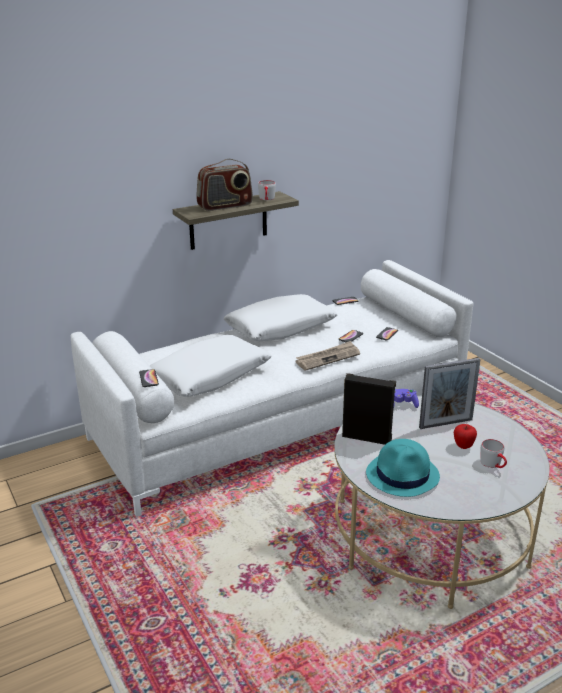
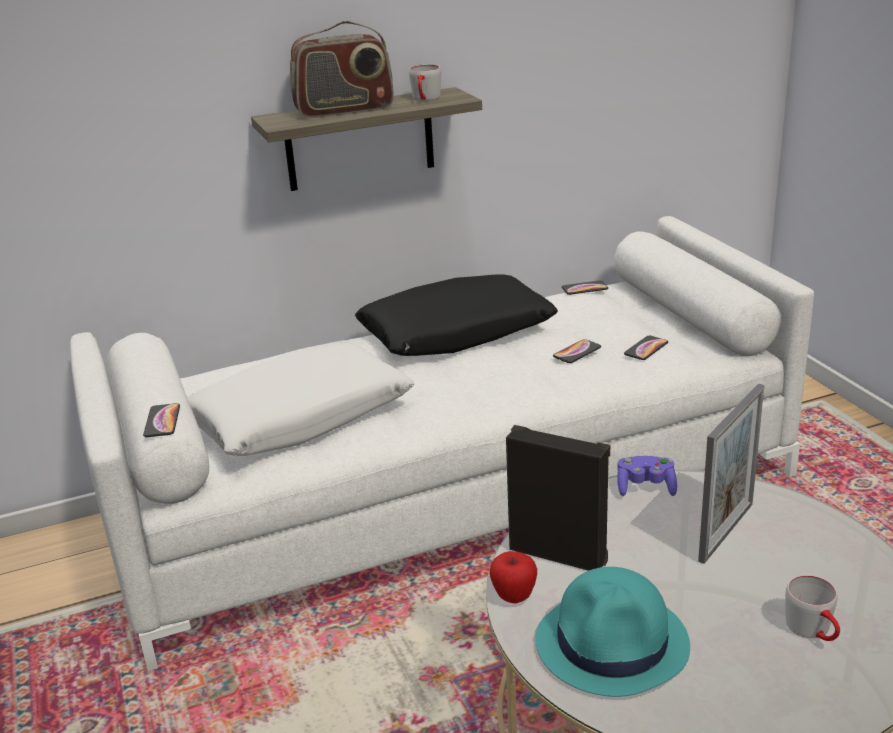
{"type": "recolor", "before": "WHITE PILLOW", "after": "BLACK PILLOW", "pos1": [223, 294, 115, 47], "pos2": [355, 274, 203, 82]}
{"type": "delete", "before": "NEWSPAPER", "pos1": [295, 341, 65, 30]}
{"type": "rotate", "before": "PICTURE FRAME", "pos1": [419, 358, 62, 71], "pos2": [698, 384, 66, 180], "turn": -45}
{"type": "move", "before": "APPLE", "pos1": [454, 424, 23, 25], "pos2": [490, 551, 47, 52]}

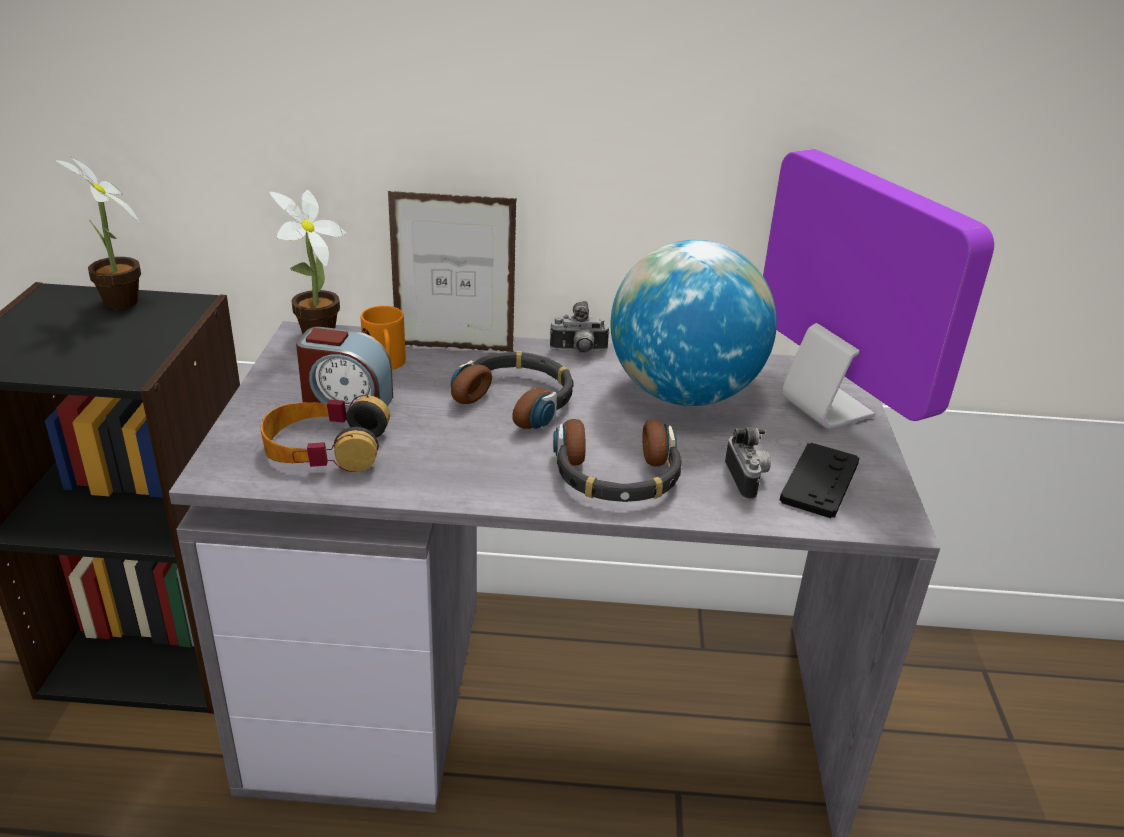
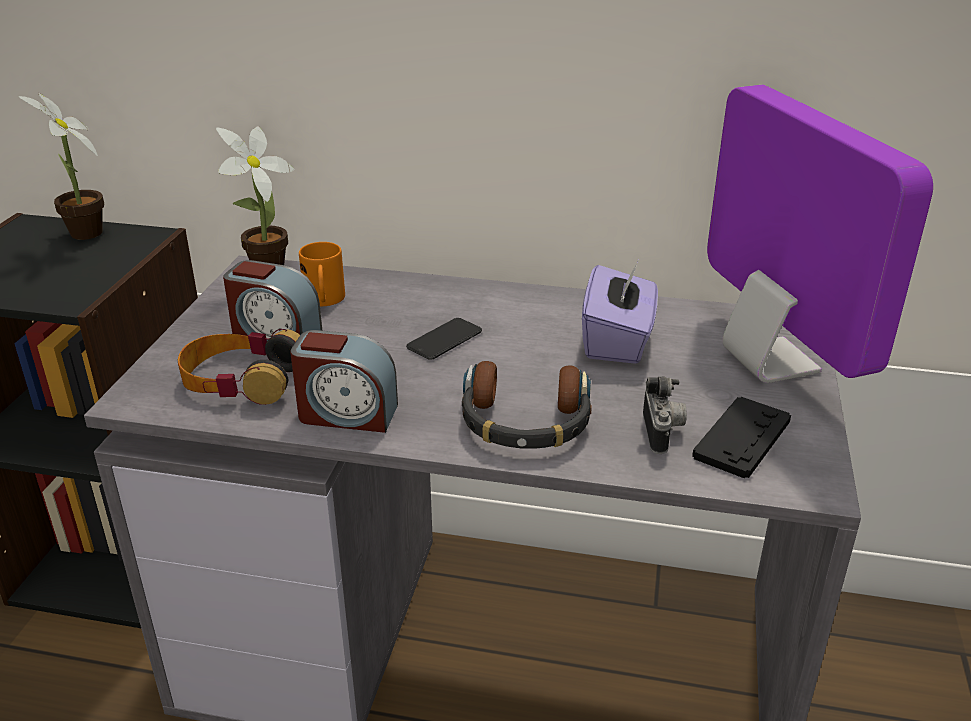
{"type": "delete", "before": "PICTURE FRAME", "pos1": [388, 191, 129, 161]}
{"type": "replace", "before": "GLOBE", "after": "PURPLE TISSUE BOX", "pos1": [611, 240, 166, 166], "pos2": [582, 263, 76, 101]}
{"type": "delete", "before": "PHOTO CAMERA", "pos1": [550, 301, 60, 52]}
{"type": "replace", "before": "HEADPHONES", "after": "PHONE", "pos1": [451, 351, 122, 78], "pos2": [406, 318, 76, 42]}
{"type": "insert", "after": "ALARM CLOCK", "pos2": [290, 330, 108, 103]}

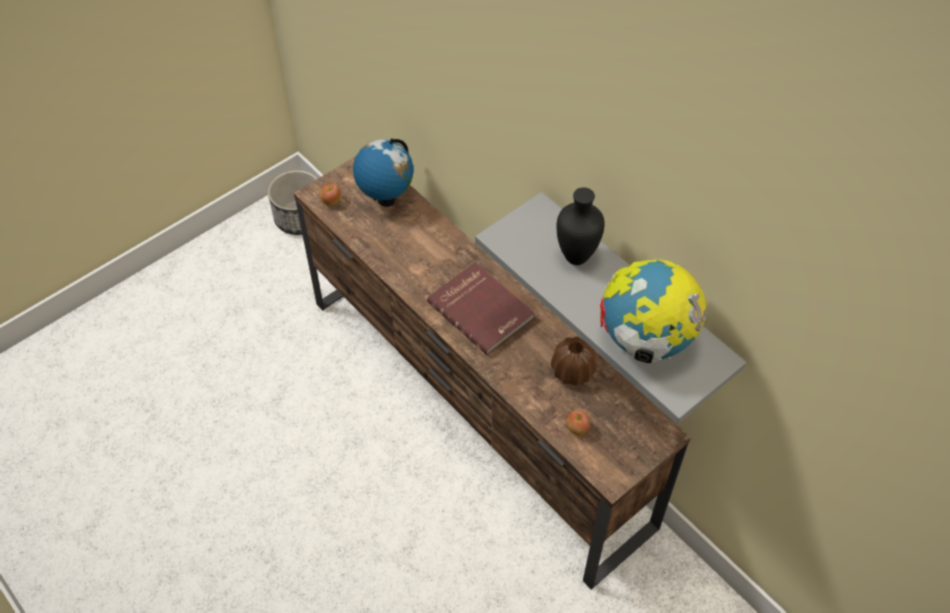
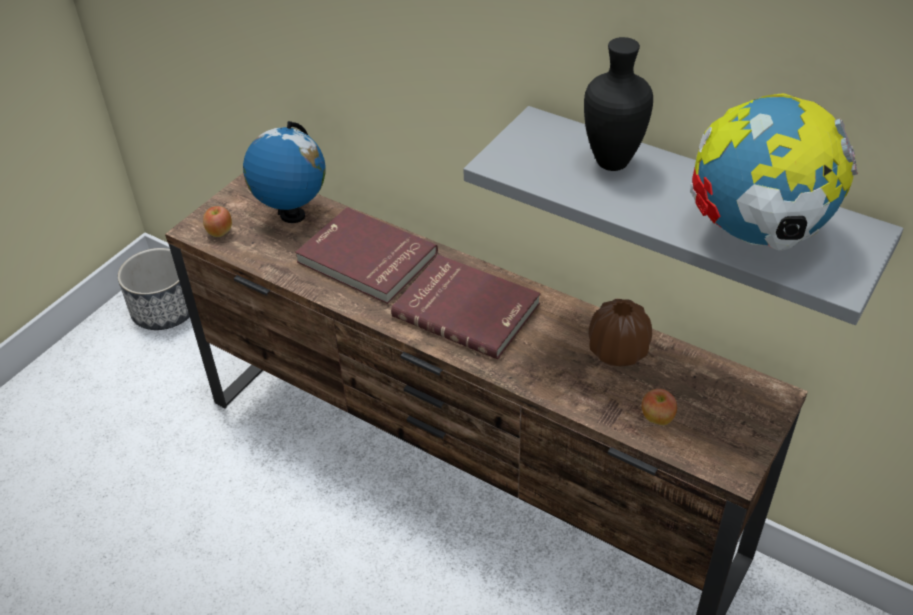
{"type": "insert", "after": "RED BOOK", "pos2": [295, 207, 143, 97]}

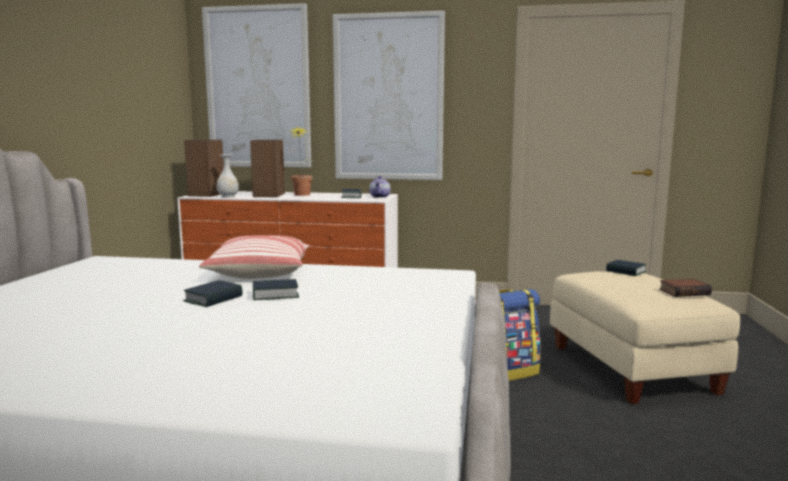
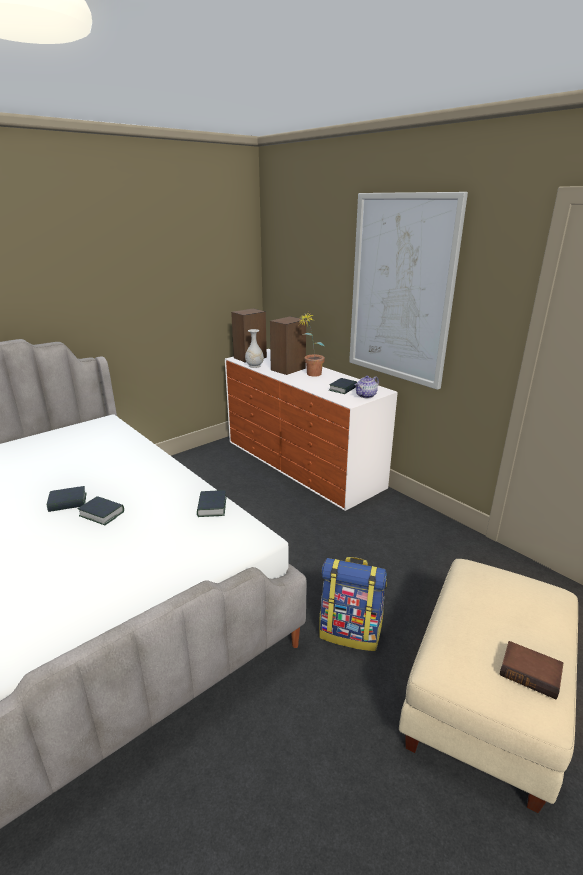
{"type": "delete", "before": "PICTURE", "pos1": [202, 3, 109, 165]}
{"type": "delete", "before": "PILLOW", "pos1": [199, 235, 111, 44]}
{"type": "move", "before": "BOOK", "pos1": [606, 260, 41, 16], "pos2": [197, 490, 30, 27]}

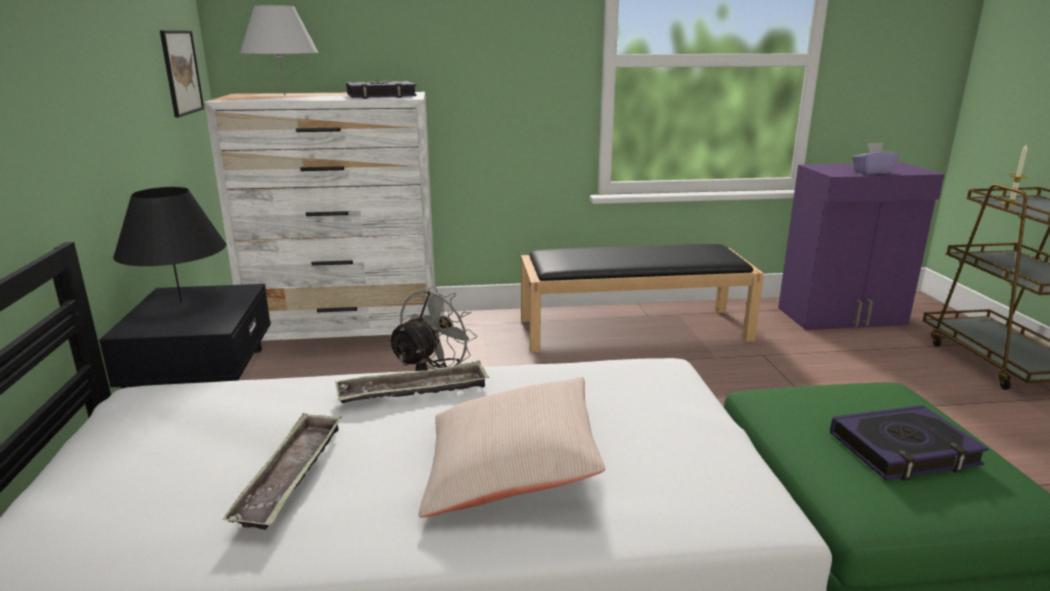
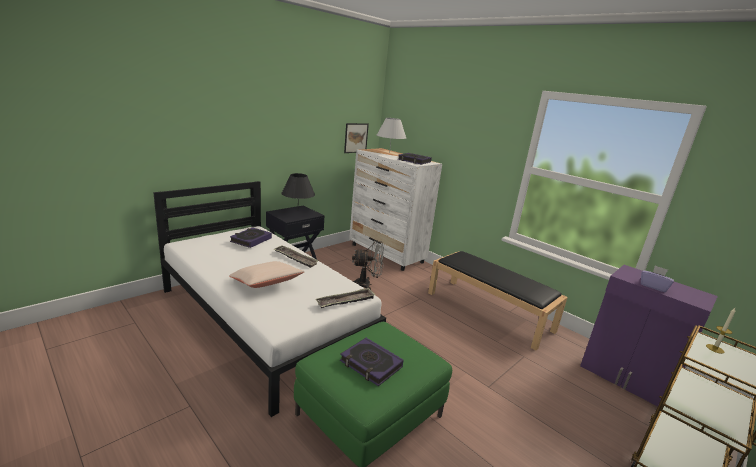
{"type": "move", "before": "TRAY", "pos1": [222, 413, 119, 117], "pos2": [315, 288, 61, 20]}
{"type": "insert", "after": "BOOK", "pos2": [230, 227, 42, 21]}

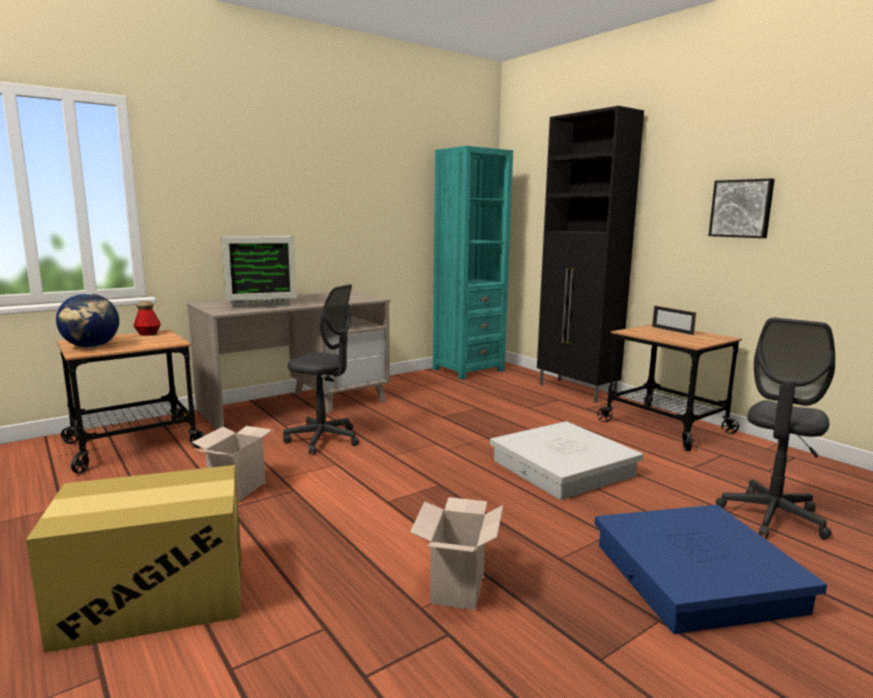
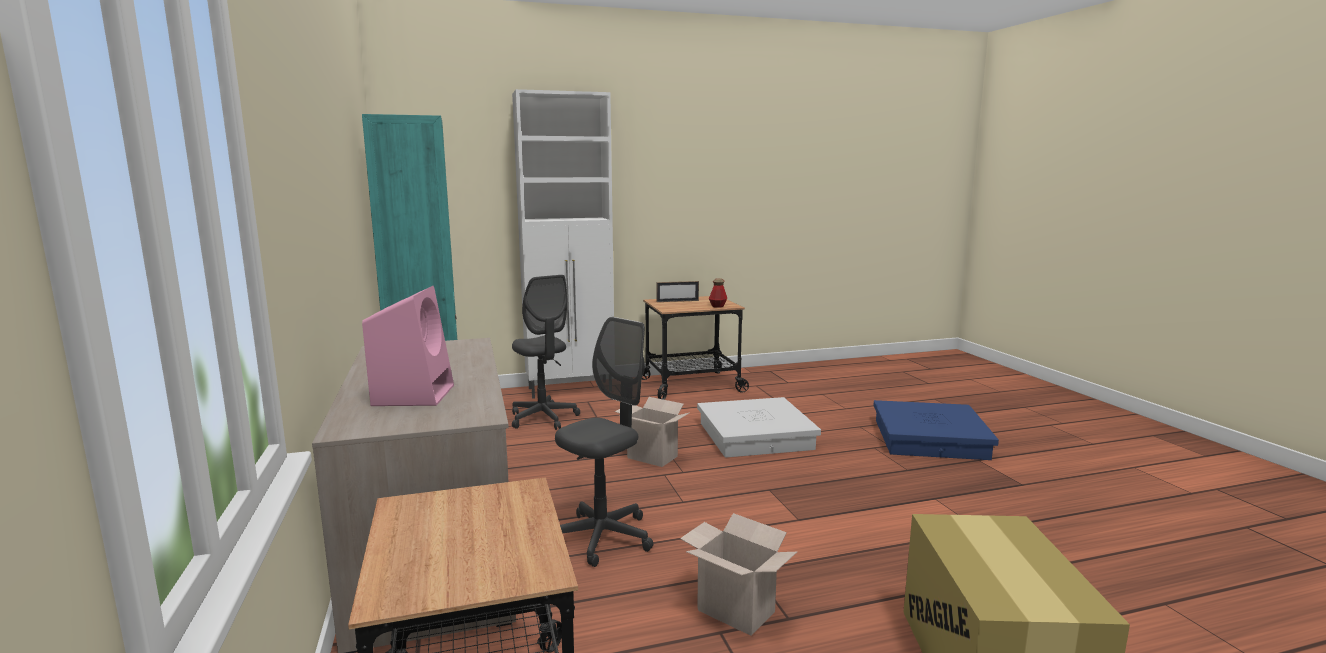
{"type": "recolor", "before": "BLACK CABINET", "after": "WHITE CABINET", "pos1": [537, 106, 107, 297], "pos2": [512, 89, 102, 310]}
{"type": "delete", "before": "PICTURE", "pos1": [708, 178, 67, 60]}
{"type": "replace", "before": "MONITOR", "after": "PINK SPEAKER", "pos1": [221, 236, 76, 72], "pos2": [362, 286, 92, 120]}
{"type": "delete", "before": "GLOBE", "pos1": [56, 293, 63, 55]}
{"type": "move", "before": "BOTTLE", "pos1": [133, 301, 28, 35], "pos2": [709, 278, 18, 30]}
{"type": "move", "before": "GREY OFFICE CHAIR", "pos1": [716, 317, 119, 223], "pos2": [512, 275, 68, 155]}
{"type": "move", "before": "CARDBOARD BOX", "pos1": [410, 497, 93, 113], "pos2": [615, 397, 74, 70]}

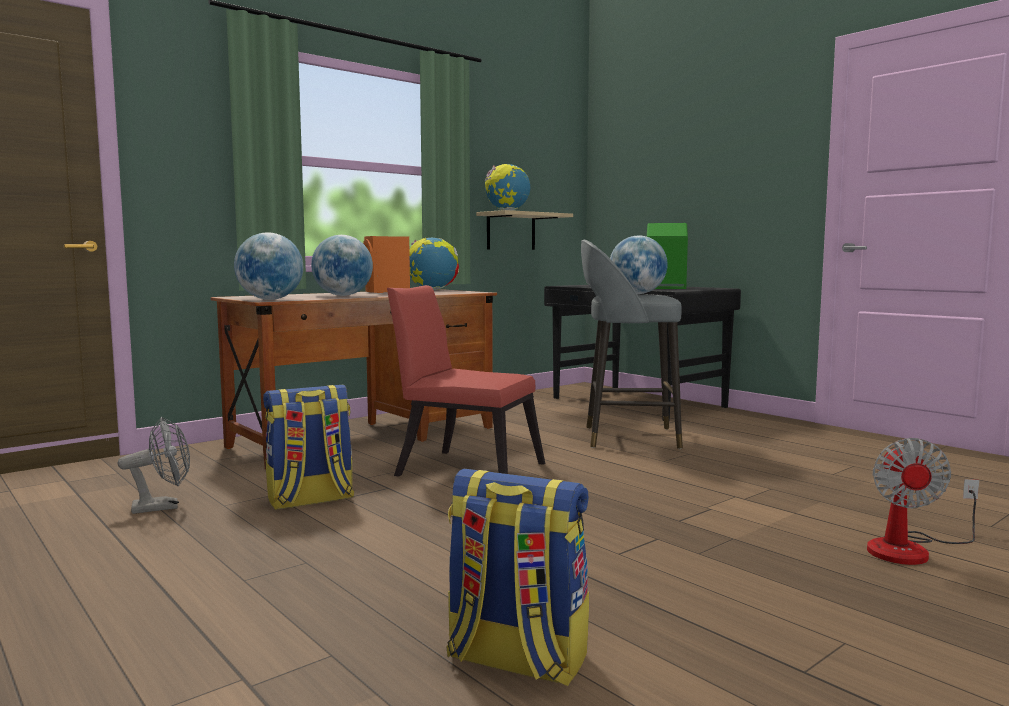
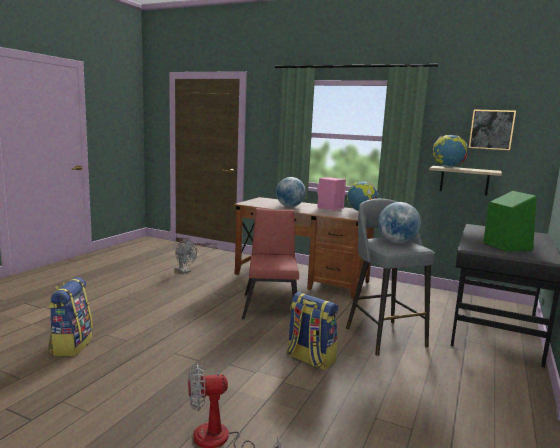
{"type": "delete", "before": "GLOBE", "pos1": [234, 232, 69, 68]}
{"type": "recolor", "before": "ORANGE SPEAKER", "after": "PINK SPEAKER", "pos1": [363, 236, 47, 57], "pos2": [317, 177, 29, 34]}
{"type": "move", "before": "BACKPACK", "pos1": [263, 385, 91, 125], "pos2": [287, 292, 51, 78]}
{"type": "insert", "after": "PICTURE", "pos2": [469, 109, 47, 41]}

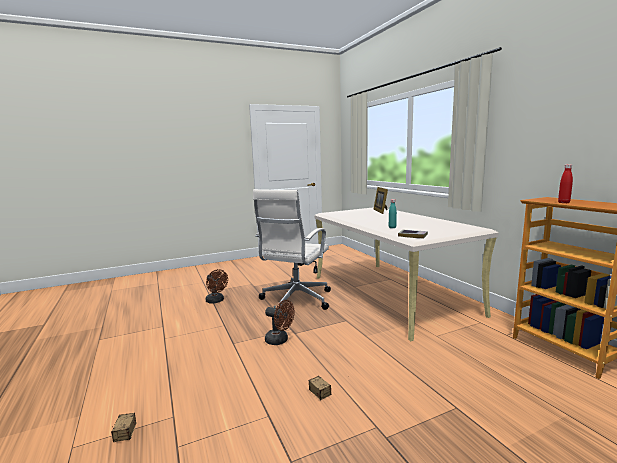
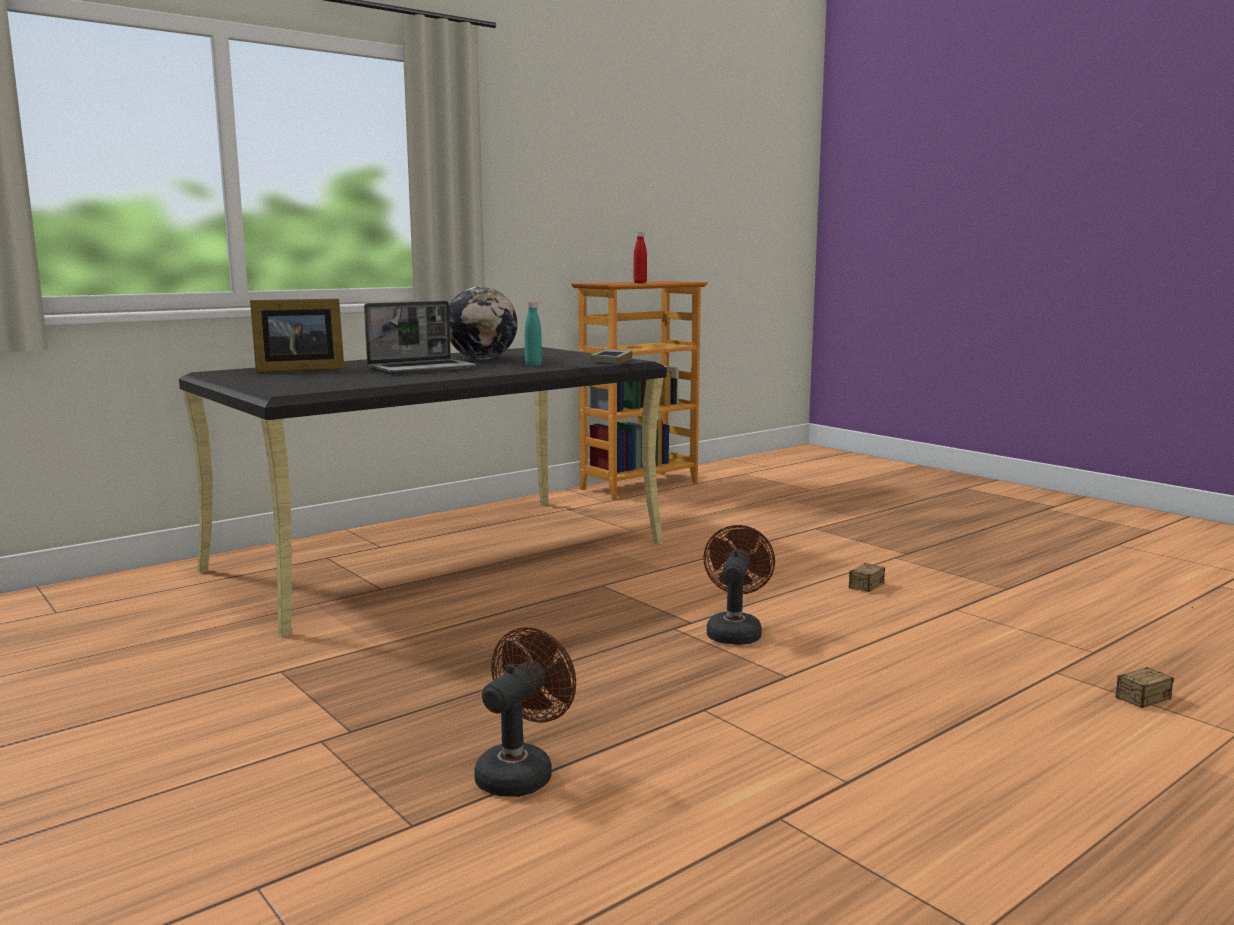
{"type": "delete", "before": "WHITE OFFICE CHAIR", "pos1": [253, 189, 78, 121]}
{"type": "recolor", "before": "BEIGE DESK", "after": "BLACK DESK", "pos1": [314, 207, 185, 134], "pos2": [179, 347, 488, 290]}
{"type": "insert", "after": "GLOBE", "pos2": [449, 286, 68, 73]}
{"type": "insert", "after": "LAPTOP", "pos2": [364, 301, 112, 73]}

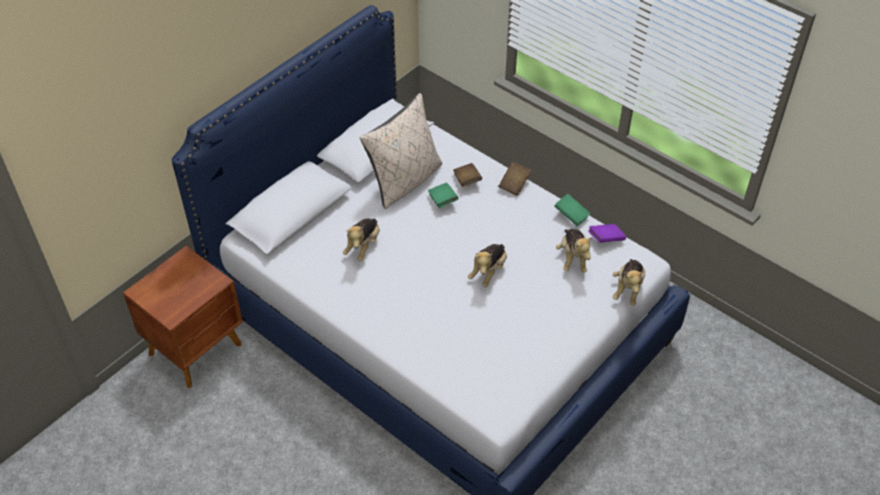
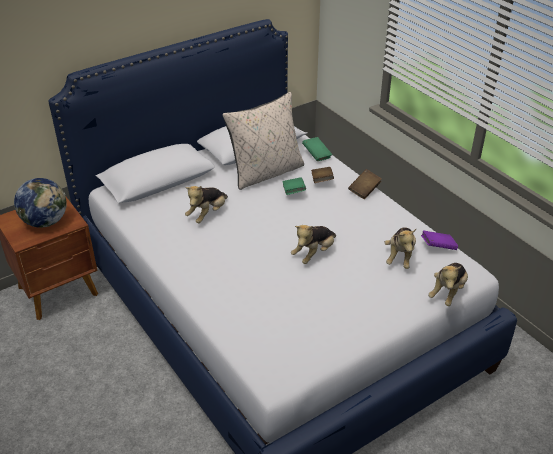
{"type": "move", "before": "GREEN BOOK", "pos1": [554, 194, 36, 32], "pos2": [302, 137, 30, 24]}
{"type": "insert", "after": "GLOBE", "pos2": [14, 178, 53, 50]}

